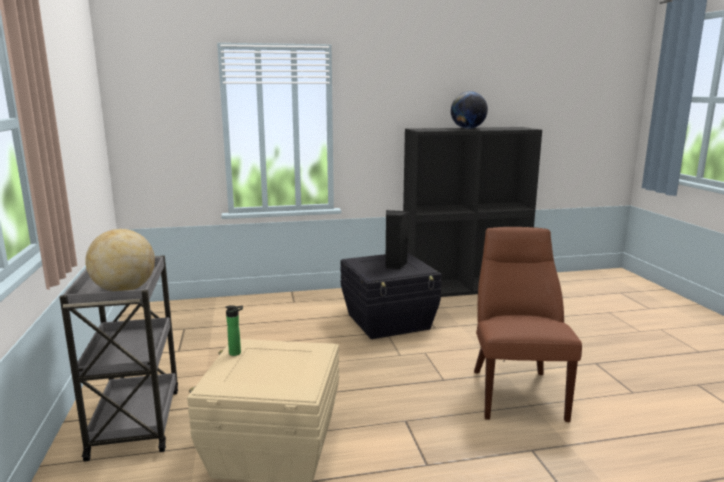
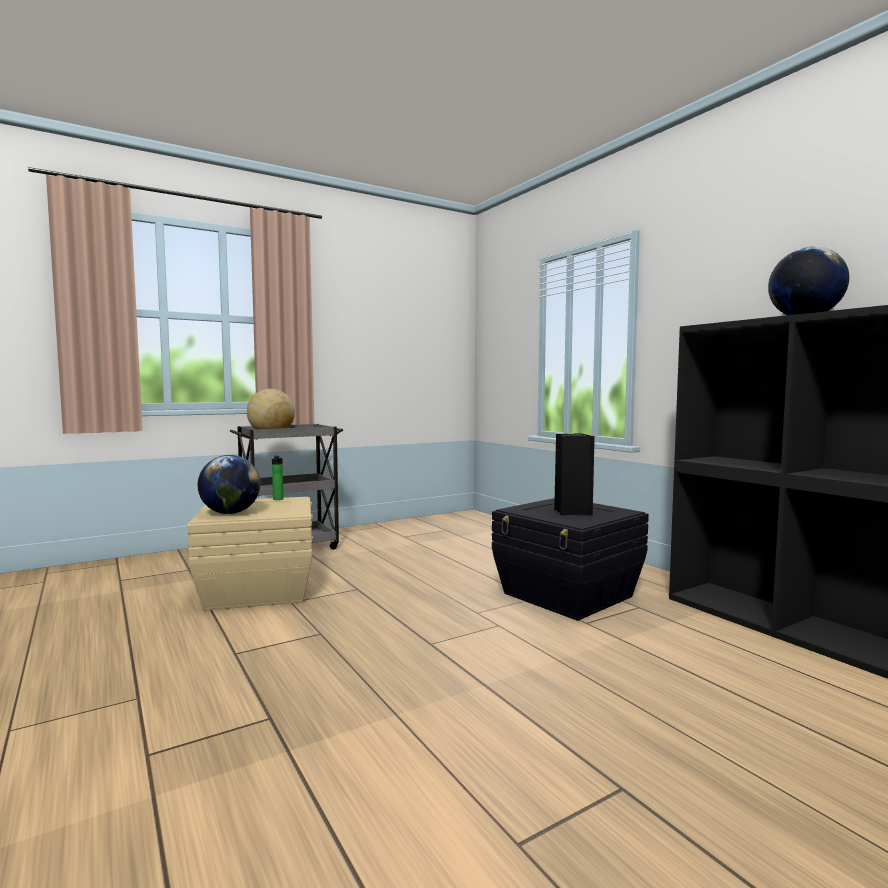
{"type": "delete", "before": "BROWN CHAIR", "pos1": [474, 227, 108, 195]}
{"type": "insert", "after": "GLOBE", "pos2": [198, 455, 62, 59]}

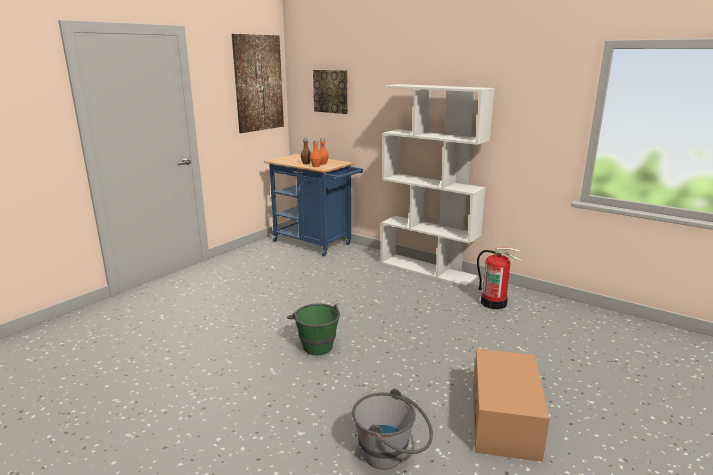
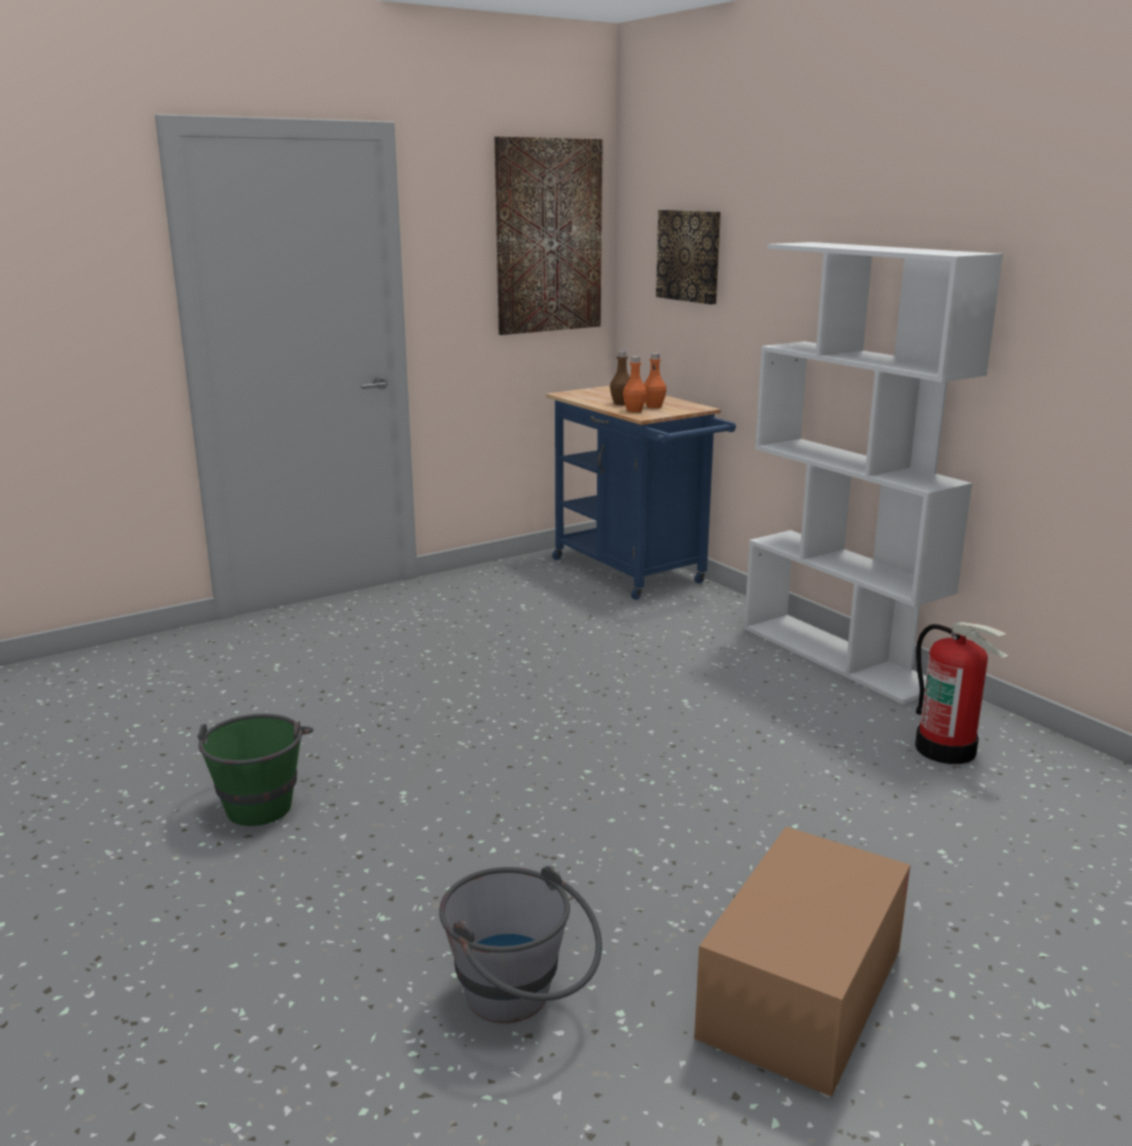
{"type": "move", "before": "GREEN BUCKET", "pos1": [287, 303, 53, 52], "pos2": [197, 714, 116, 112]}

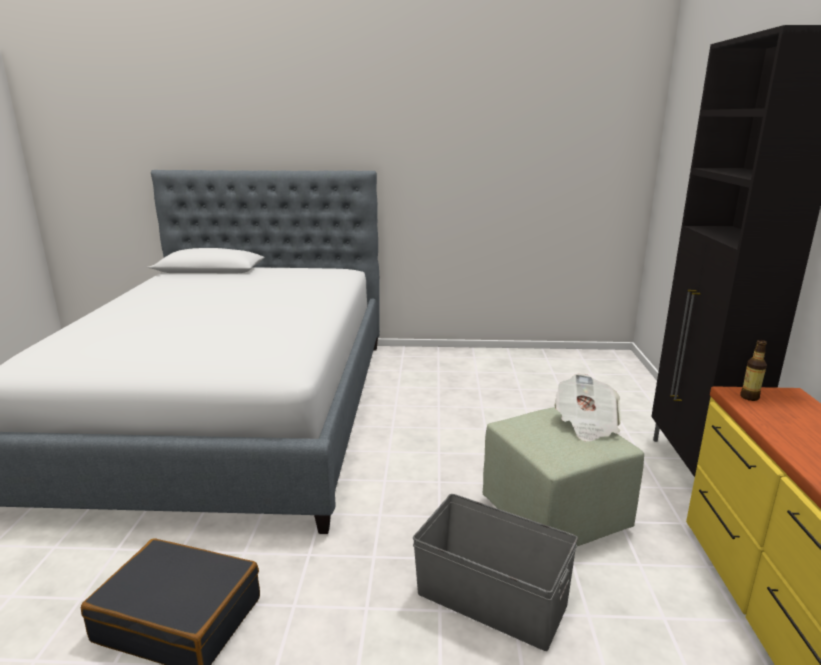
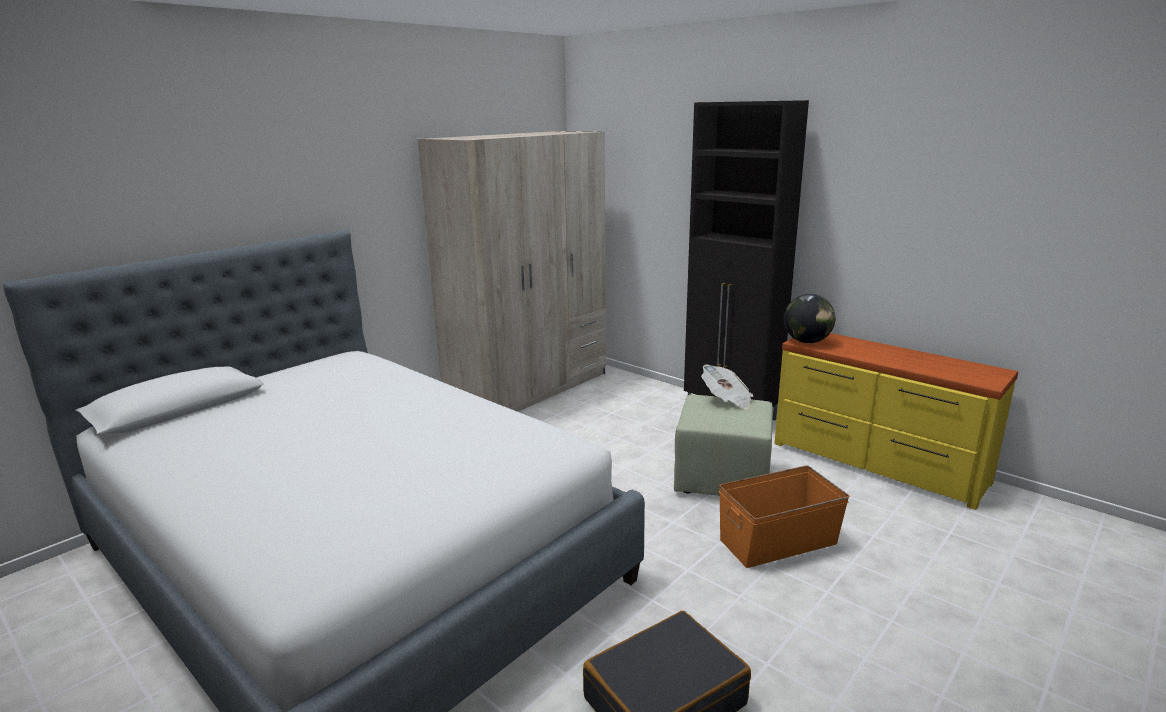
{"type": "replace", "before": "BOTTLE", "after": "GLOBE", "pos1": [740, 340, 27, 61], "pos2": [784, 294, 51, 49]}
{"type": "recolor", "before": "GREY STORAGE BOX", "after": "ORANGE STORAGE BOX", "pos1": [413, 494, 165, 157], "pos2": [719, 466, 130, 102]}
{"type": "insert", "after": "BEIGE WARDROBE", "pos2": [418, 131, 188, 281]}

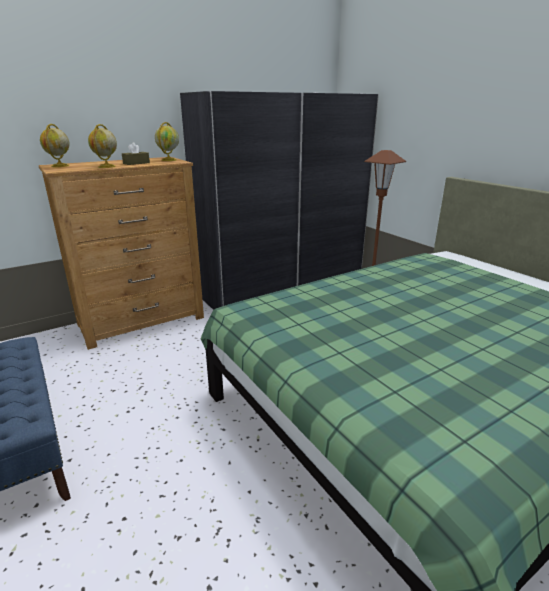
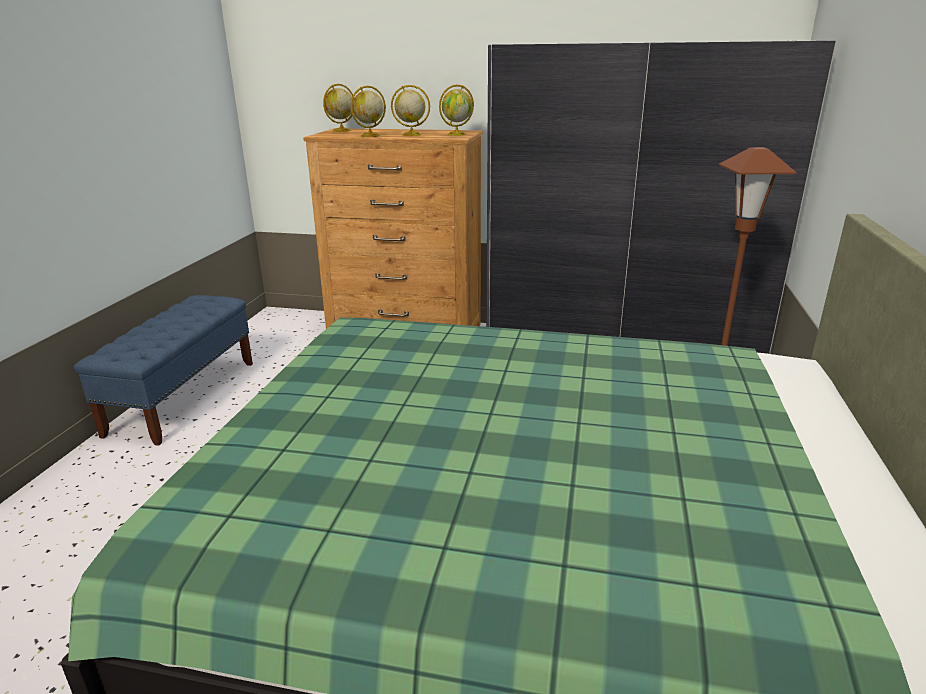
{"type": "replace", "before": "BROWN TISSUE BOX", "after": "GLOBE", "pos1": [122, 142, 28, 23], "pos2": [391, 85, 39, 51]}

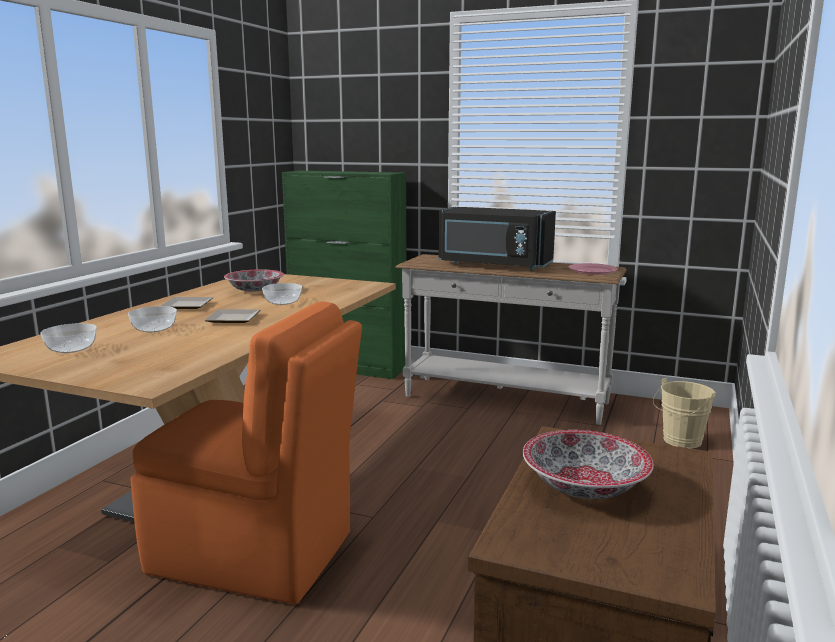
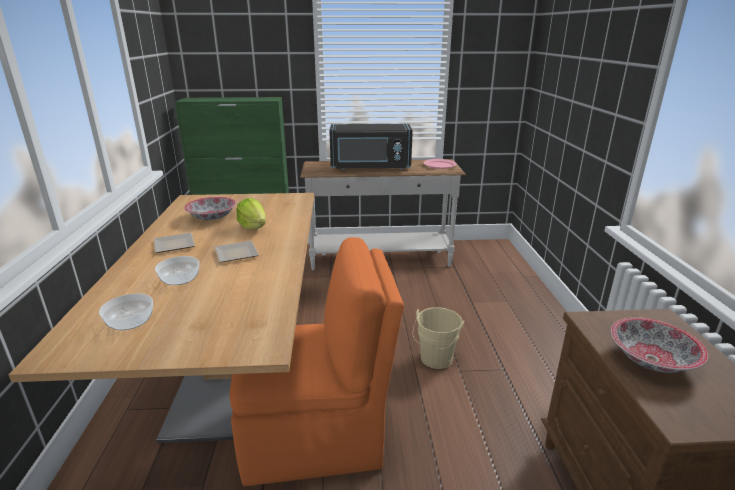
{"type": "replace", "before": "BOWL", "after": "LETTUCE", "pos1": [262, 283, 40, 22], "pos2": [236, 198, 30, 32]}
{"type": "move", "before": "BEIGE BUCKET", "pos1": [653, 378, 63, 70], "pos2": [413, 307, 51, 62]}

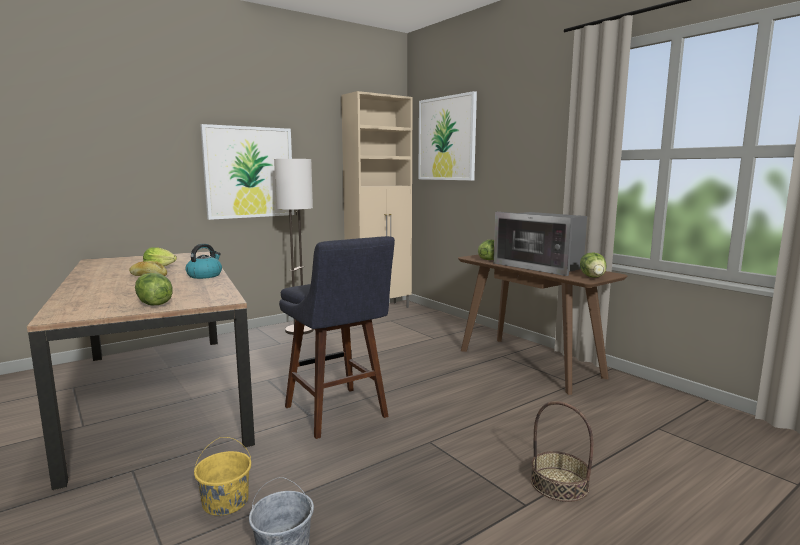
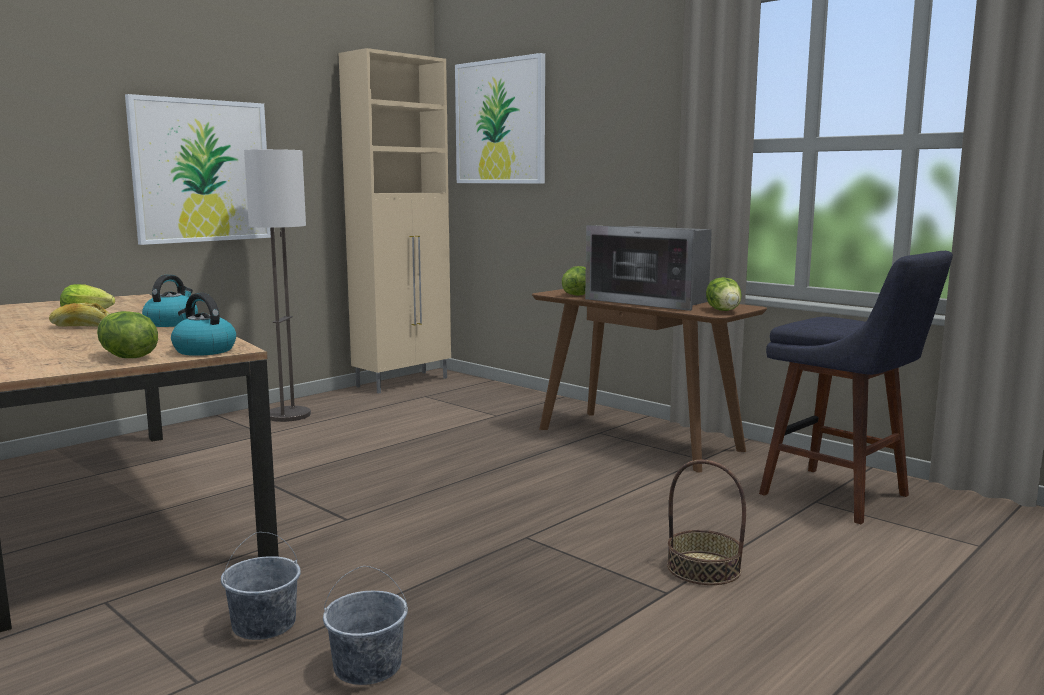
{"type": "move", "before": "BLUE STOOL", "pos1": [279, 236, 116, 203], "pos2": [759, 251, 194, 273]}
{"type": "recolor", "before": "YELLOW BUCKET", "after": "GREY BUCKET", "pos1": [194, 437, 57, 79], "pos2": [221, 532, 80, 108]}
{"type": "insert", "after": "KETTLE", "pos2": [171, 293, 65, 63]}

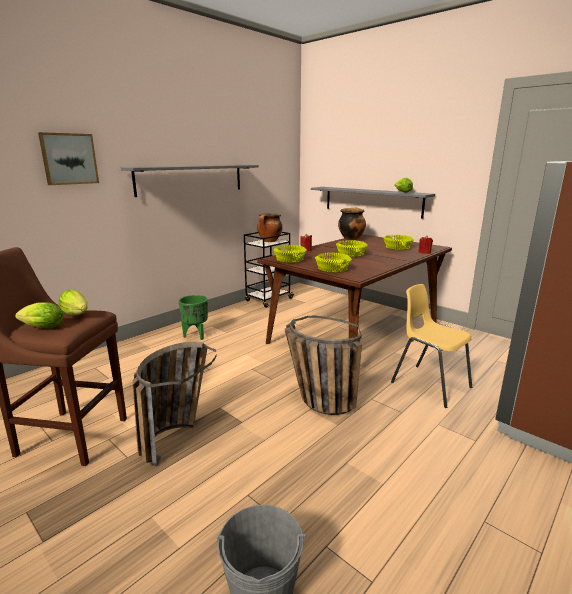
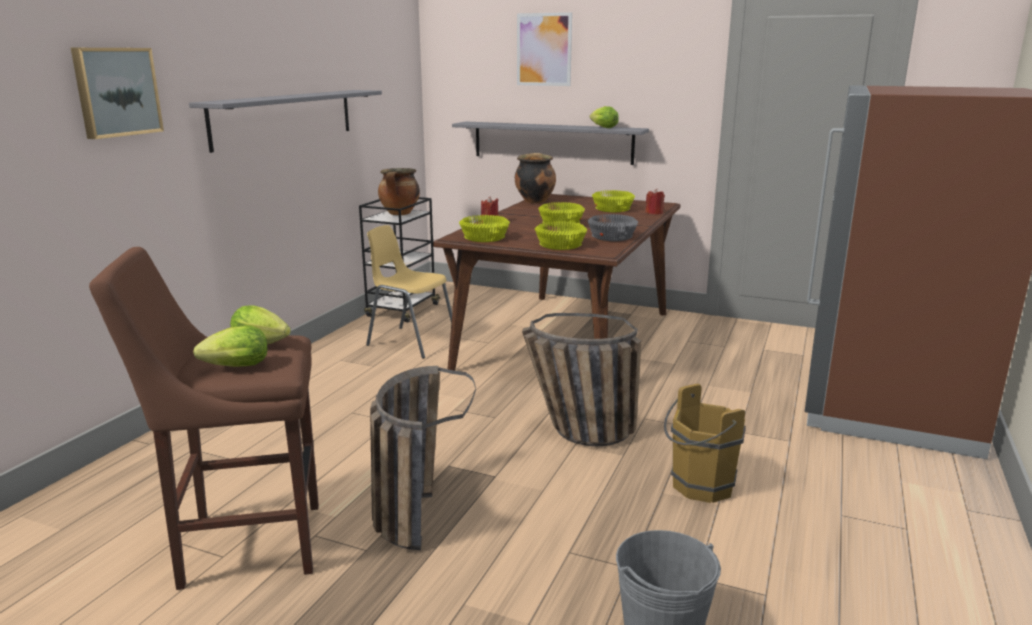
{"type": "move", "before": "YELLOW CHAIR", "pos1": [391, 284, 81, 124], "pos2": [366, 225, 86, 134]}
{"type": "delete", "before": "GREEN PLANTER", "pos1": [179, 295, 29, 45]}
{"type": "insert", "after": "PICTURE", "pos2": [517, 12, 55, 74]}
{"type": "insert", "after": "GREY BOWL", "pos2": [588, 214, 50, 27]}
{"type": "insert", "after": "BROWN BUCKET", "pos2": [664, 383, 82, 120]}

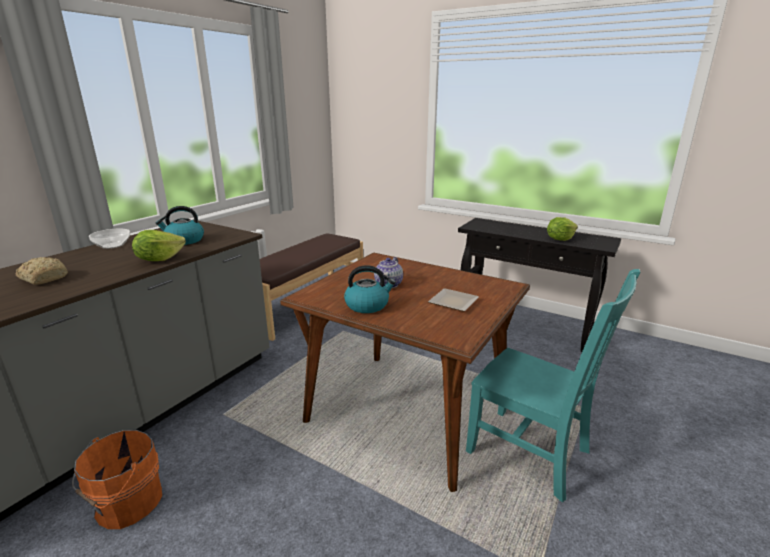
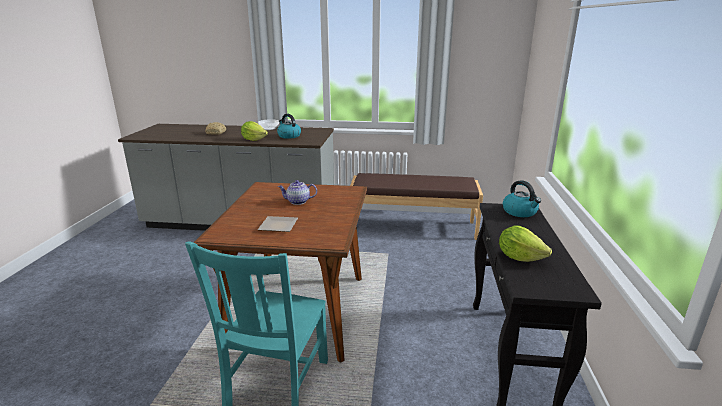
{"type": "move", "before": "KETTLE", "pos1": [344, 265, 52, 48], "pos2": [503, 180, 38, 37]}
{"type": "delete", "before": "ORANGE BUCKET", "pos1": [72, 430, 90, 99]}

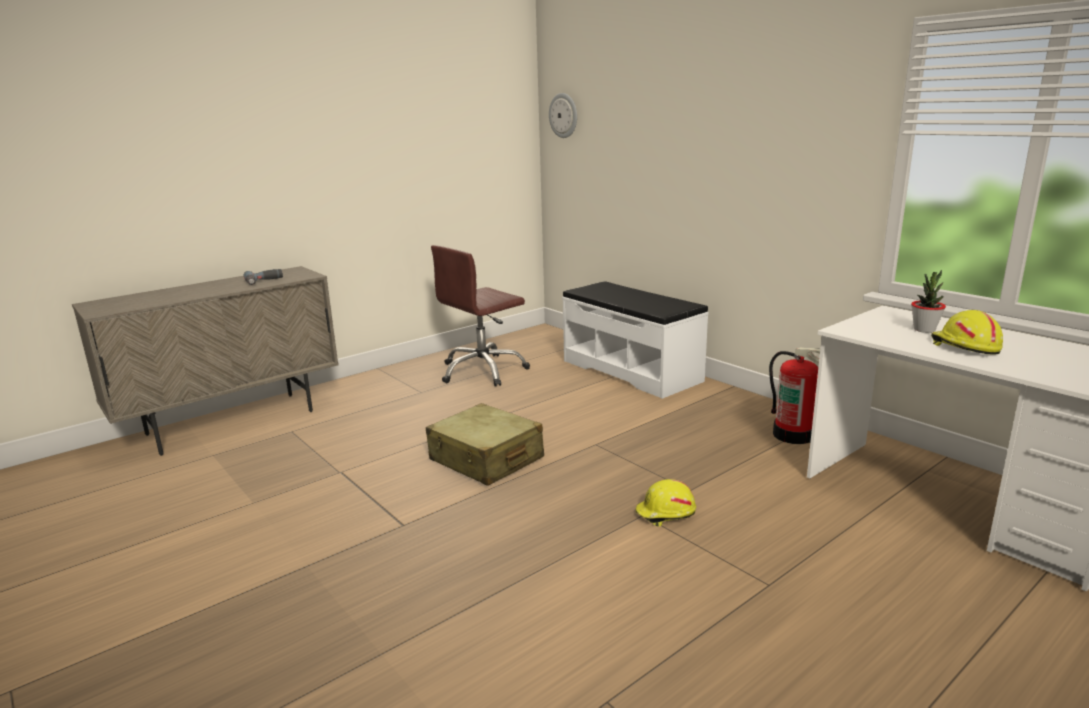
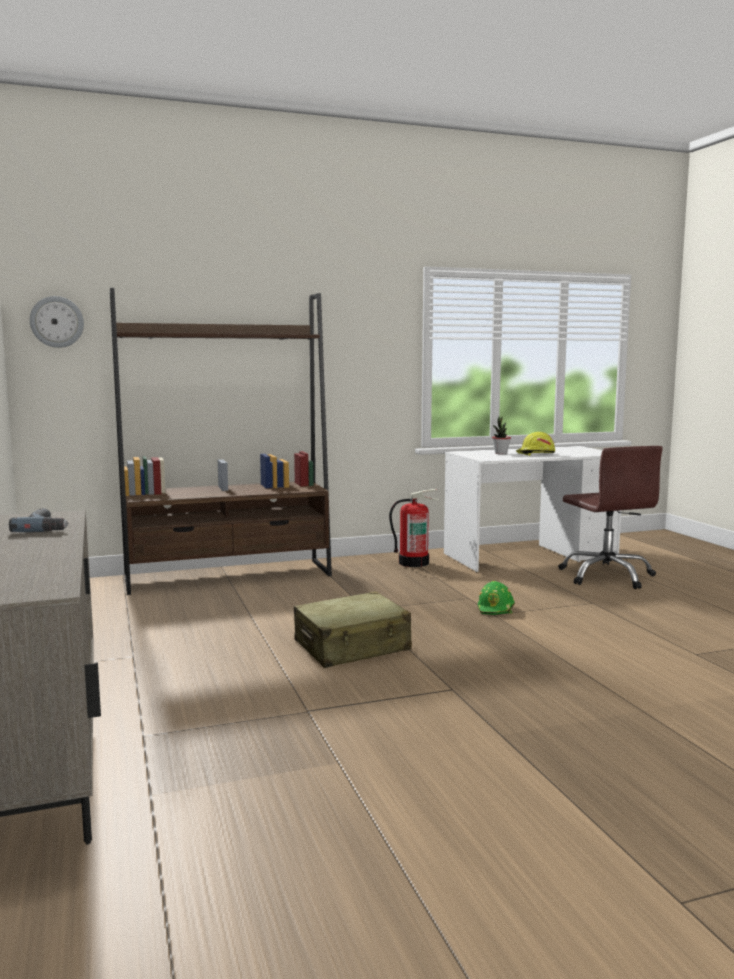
{"type": "move", "before": "BROWN OFFICE CHAIR", "pos1": [431, 245, 99, 142], "pos2": [559, 446, 104, 143]}
{"type": "replace", "before": "WHITE BENCH", "after": "BROWN BOOKCASE", "pos1": [562, 281, 146, 118], "pos2": [110, 288, 222, 307]}
{"type": "recolor", "before": "YELLOW HARD HAT", "after": "GREEN HARD HAT", "pos1": [636, 479, 60, 47], "pos2": [478, 581, 37, 34]}

